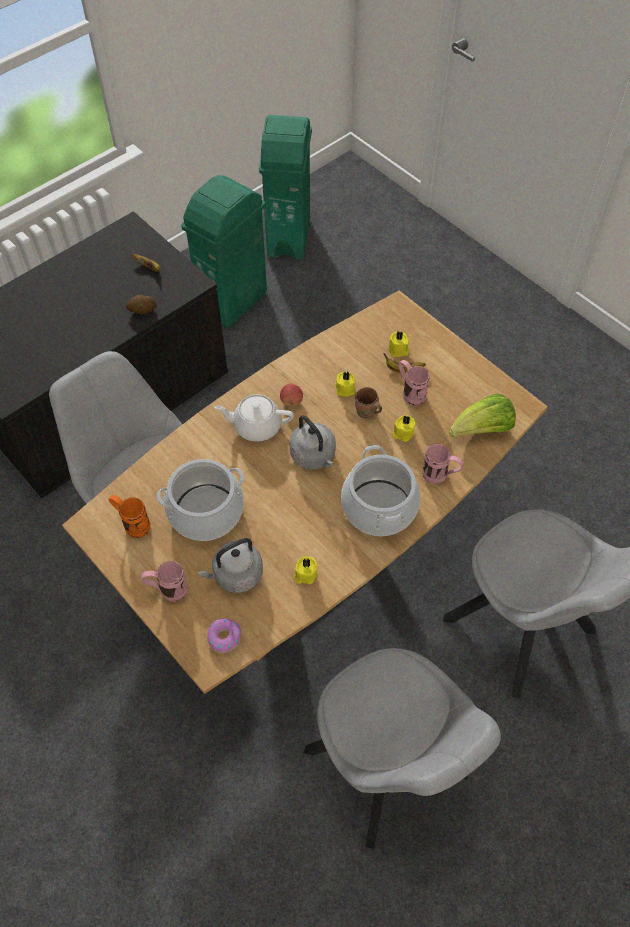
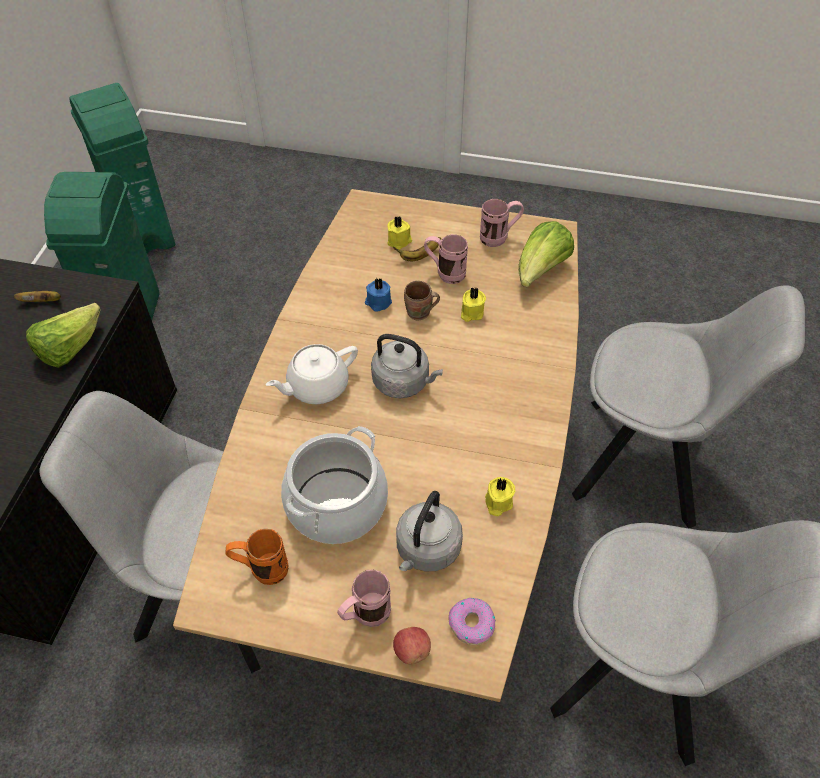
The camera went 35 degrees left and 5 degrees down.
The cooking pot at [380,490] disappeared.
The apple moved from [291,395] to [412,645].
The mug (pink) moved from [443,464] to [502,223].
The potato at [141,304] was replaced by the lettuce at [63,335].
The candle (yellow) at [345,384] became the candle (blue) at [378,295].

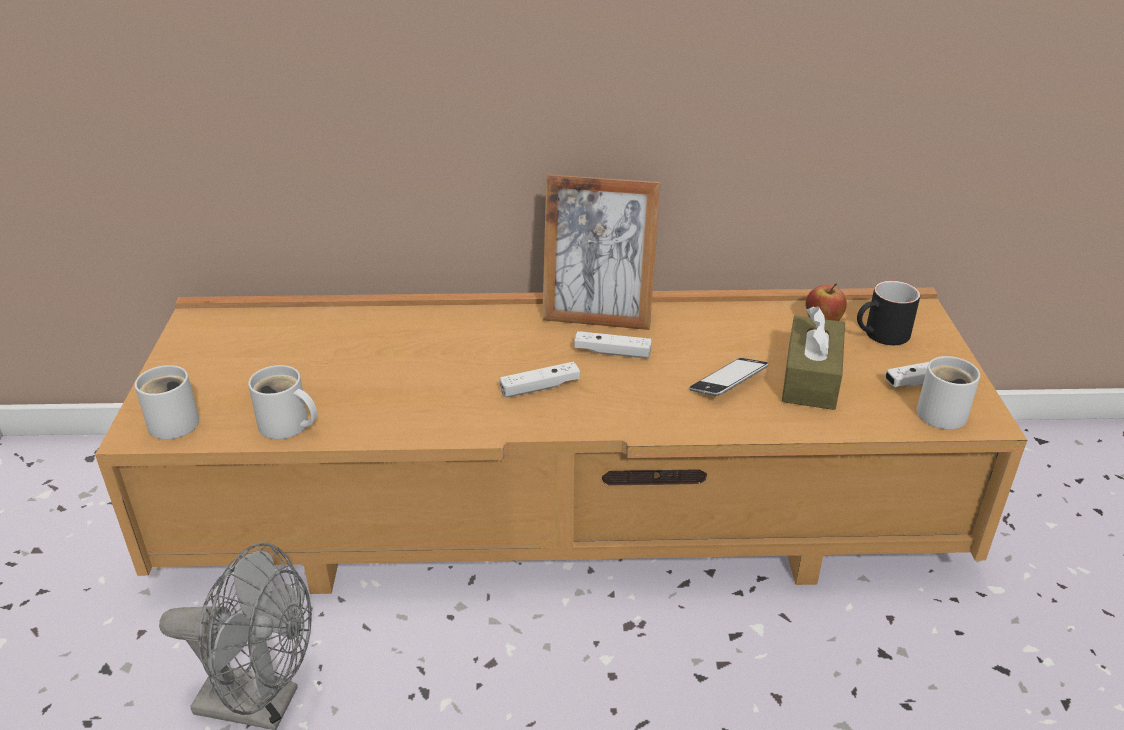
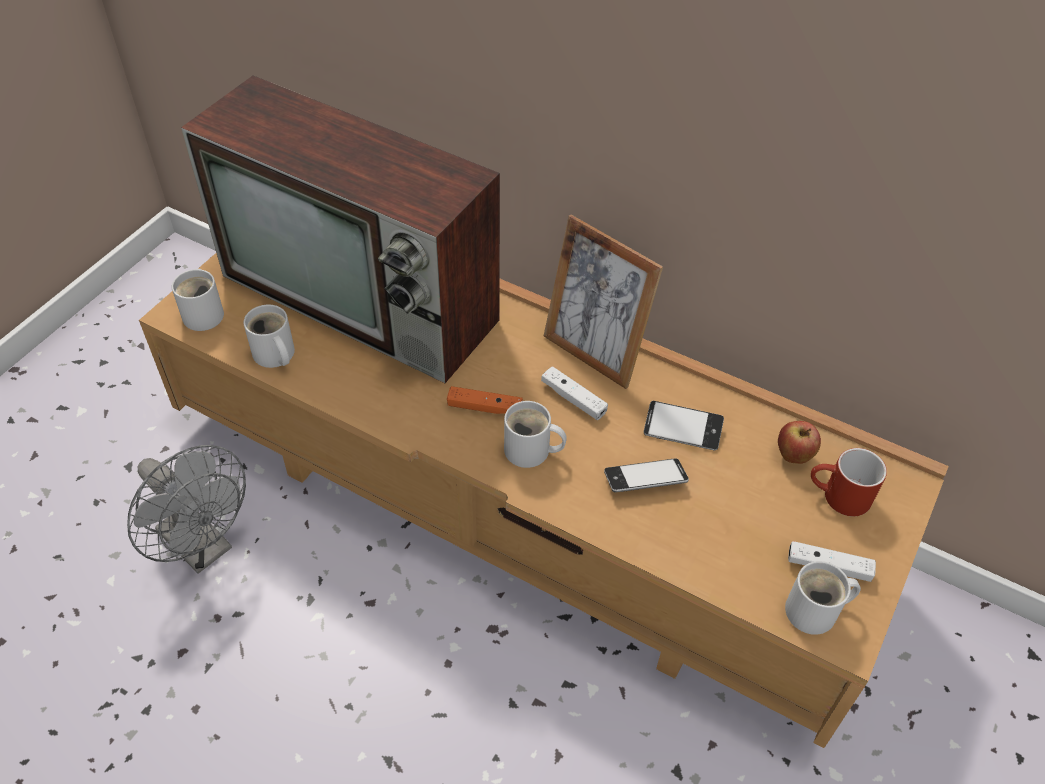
The camera went 30 degrees right and 15 degrees up.
The tissue box (brown) at [813,358] disappeared.
The television at [340,229] appeared.
The mug (white) at [535,434] appeared.
The phone at [684,425] appeared.
The game controller (white) at [540,380] became the game controller (orange) at [485,400].
The mug (black) at [888,313] became the mug (red) at [849,482].

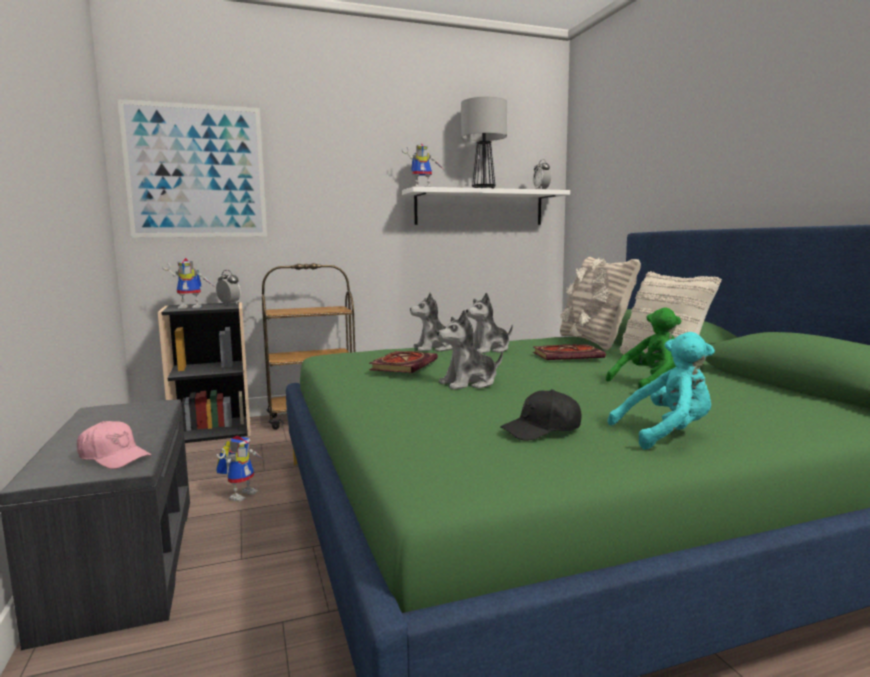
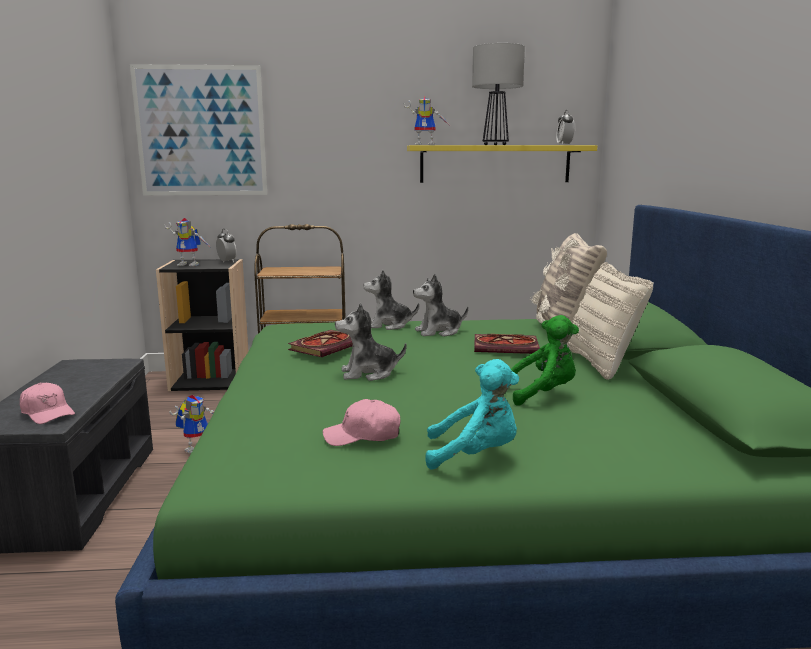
The camera went 15 degrees right and 5 degrees up.
The shelf (white) at [486,206] became the shelf (yellow) at [502,164].
The cap (black) at [541,415] became the cap (pink) at [361,422].

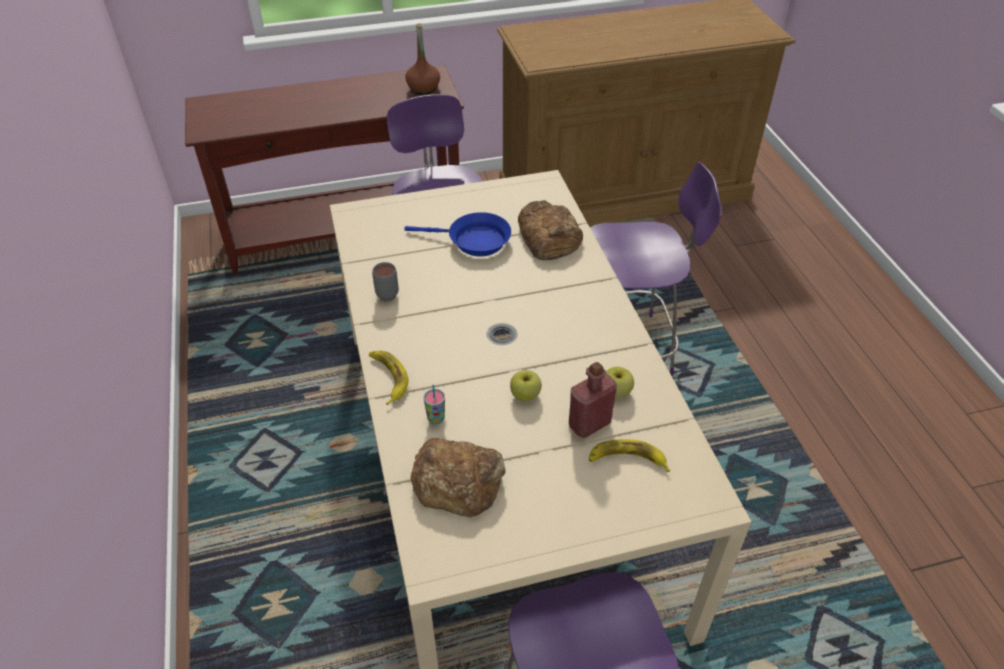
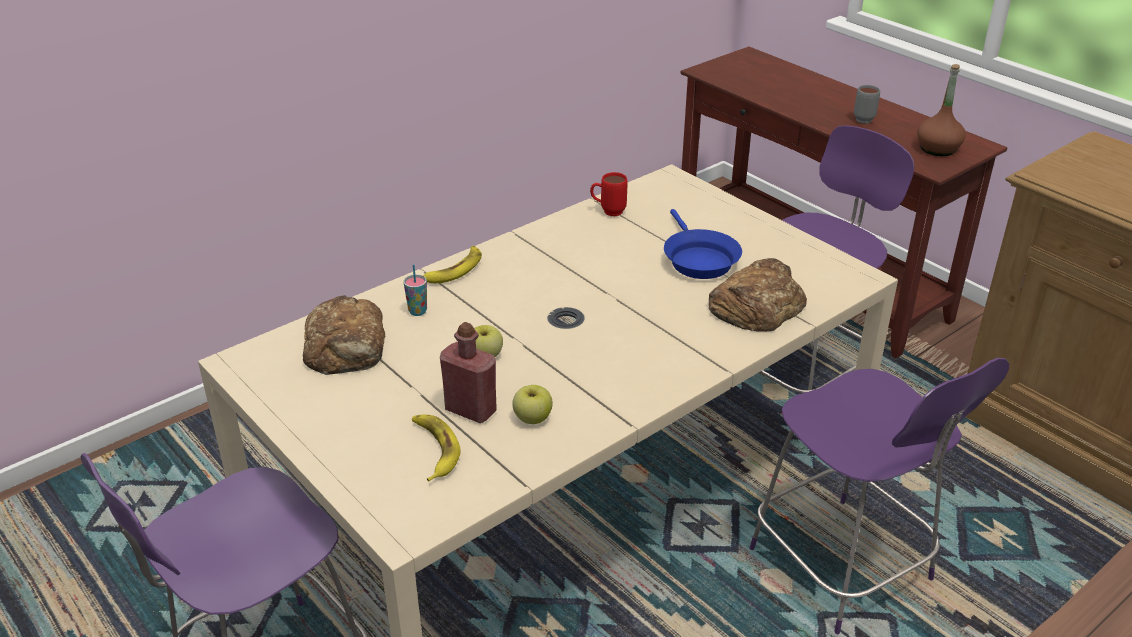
The camera went 65 degrees right and 10 degrees down.
The mug (red) at [608,194] appeared.
The mug (grey) moved from [385,282] to [867,104].

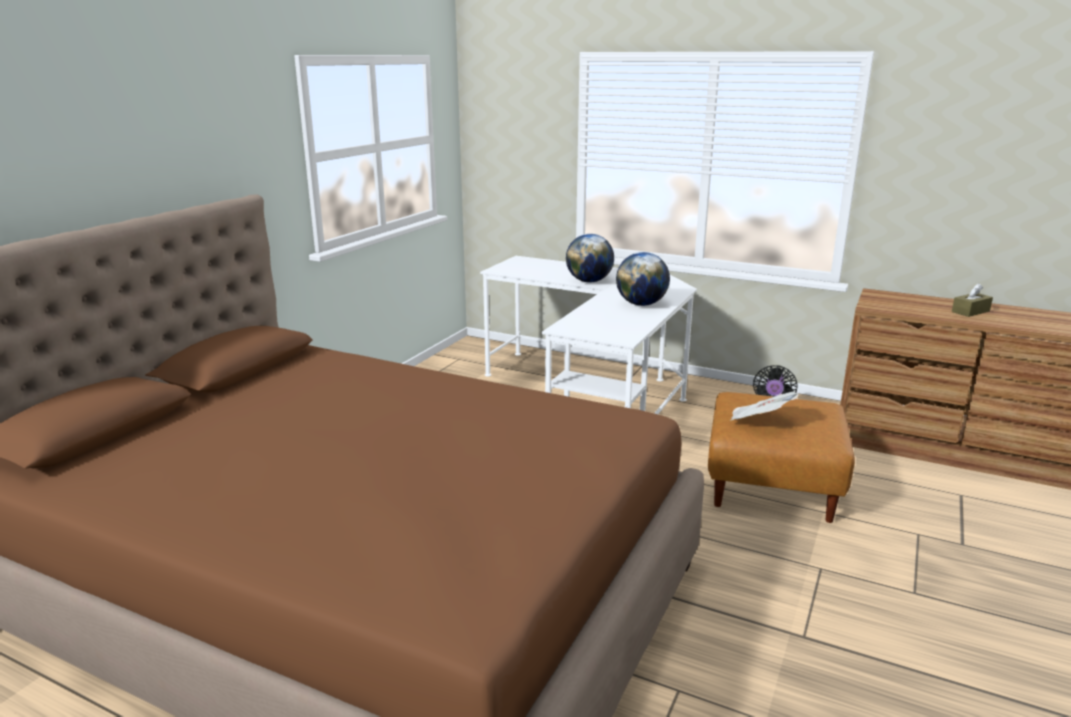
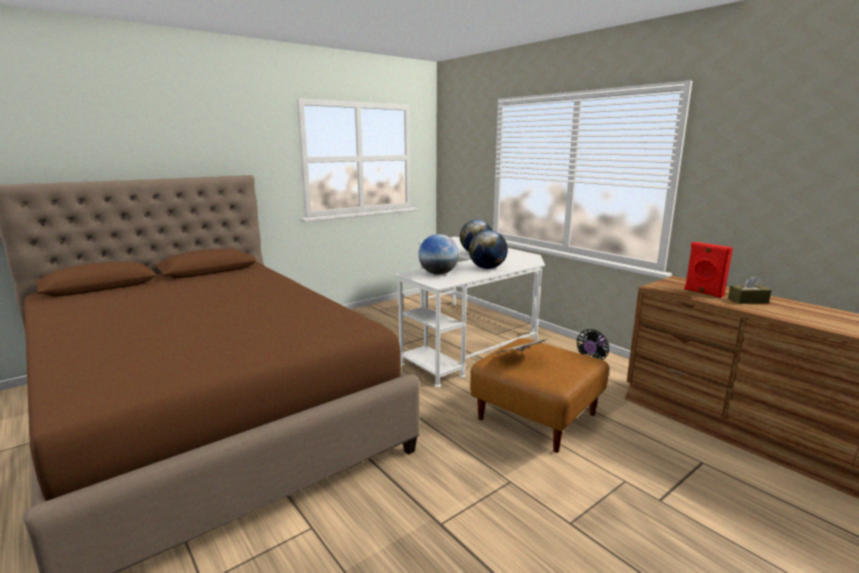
The camera went 25 degrees right and 5 degrees down.
The globe at [438,254] appeared.
The speaker (red) at [708,270] appeared.

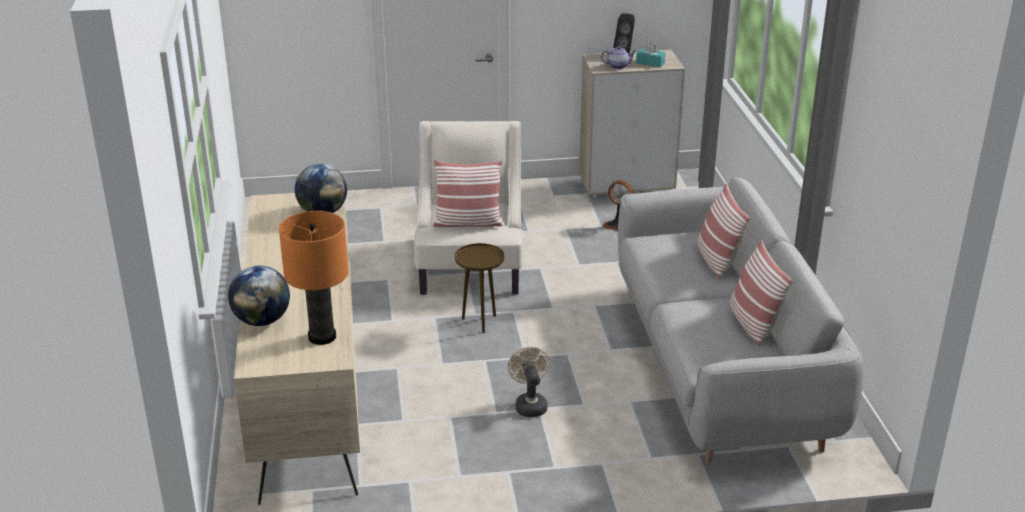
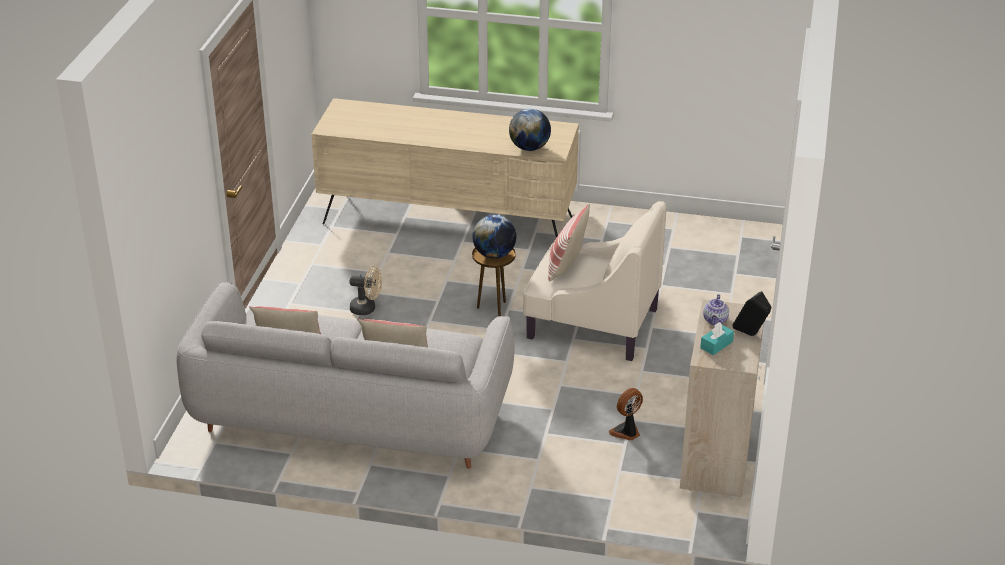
The camera went 110 degrees right and 5 degrees up.
The table lamp (orange) at [314,278] disappeared.
The globe moved from [259,296] to [494,237].

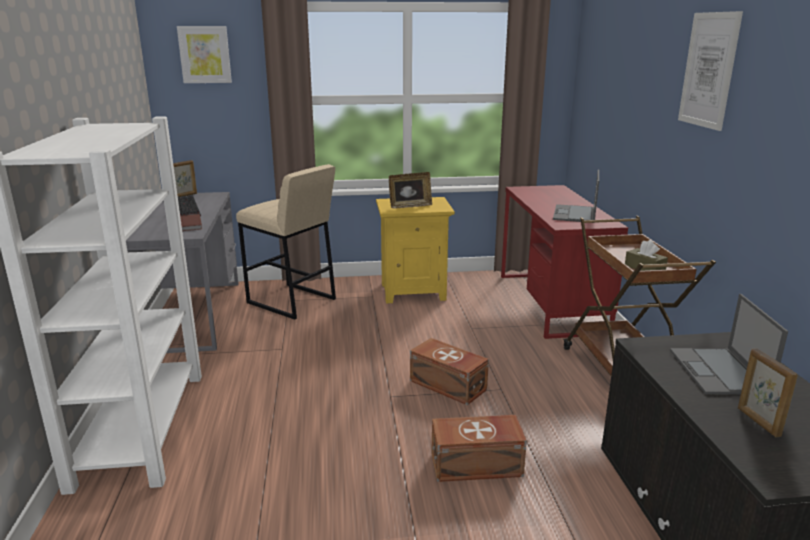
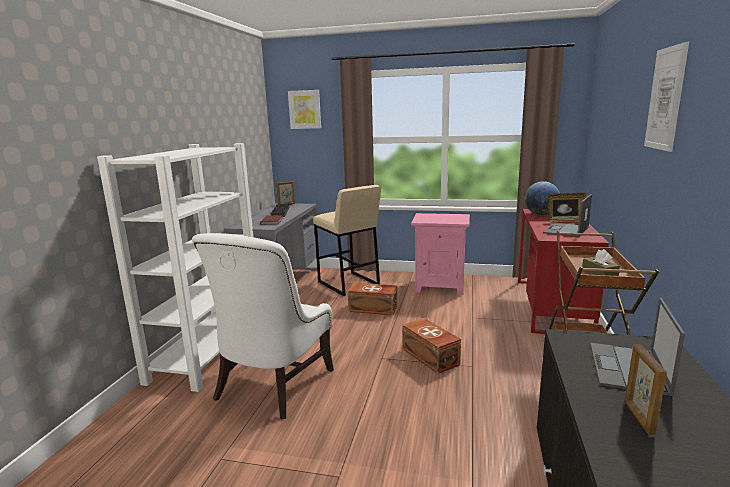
The camera went 20 degrees right and 5 degrees down.
The chair (white) at [263,326] appeared.
The globe at [542,198] appeared.
The picture frame moved from [410,190] to [567,207].
The storage box (brown) moved from [479,448] to [372,299].
The nightstand (yellow) at [415,250] became the nightstand (pink) at [440,254].

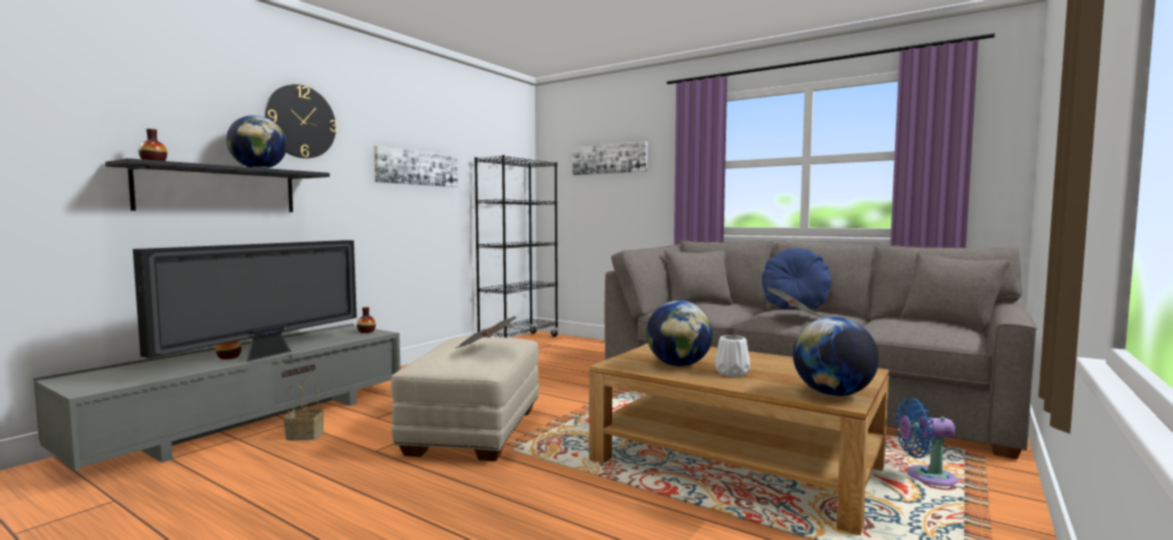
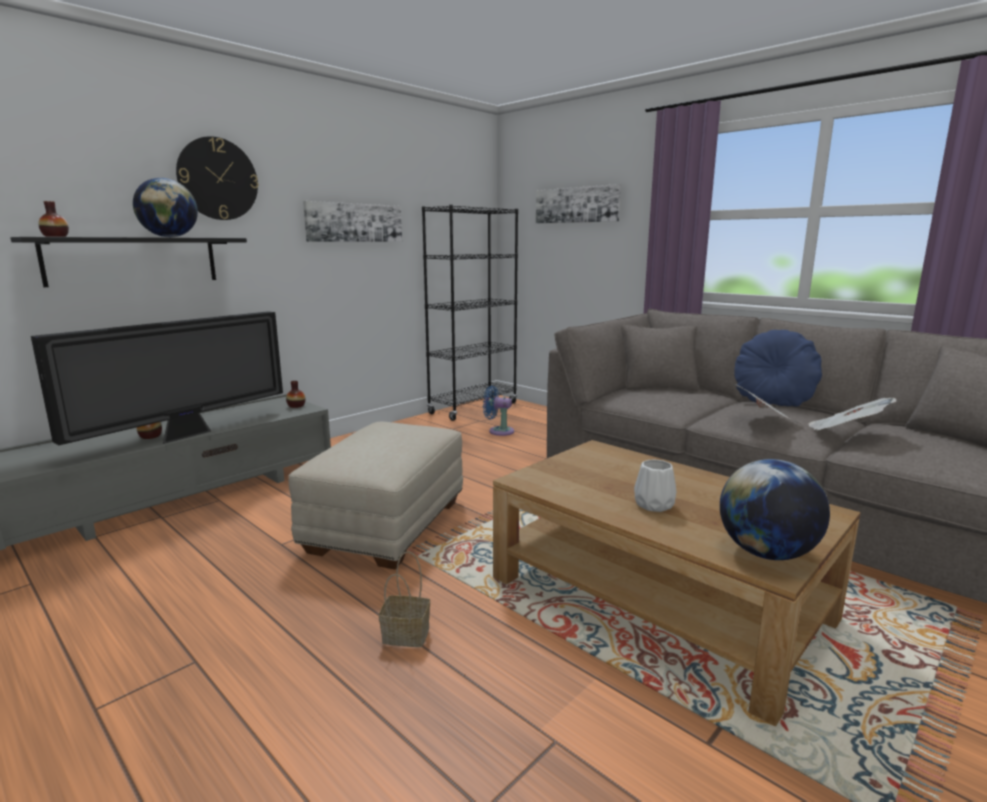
The camera went 10 degrees right and 10 degrees up.
The globe at [679,333] disappeared.
The basket moved from [303,408] to [404,599].
The newspaper moved from [486,332] to [852,414].
The fan (blue) moved from [926,442] to [498,411].

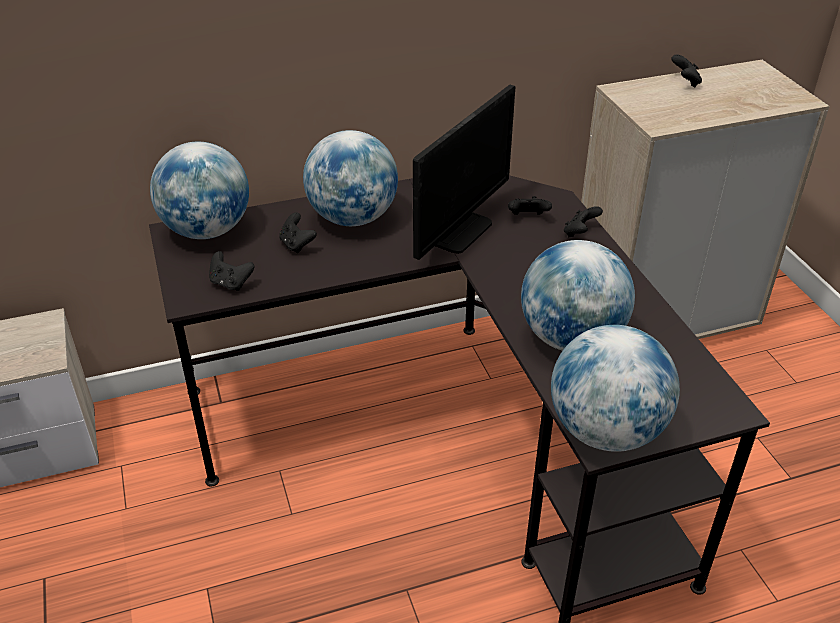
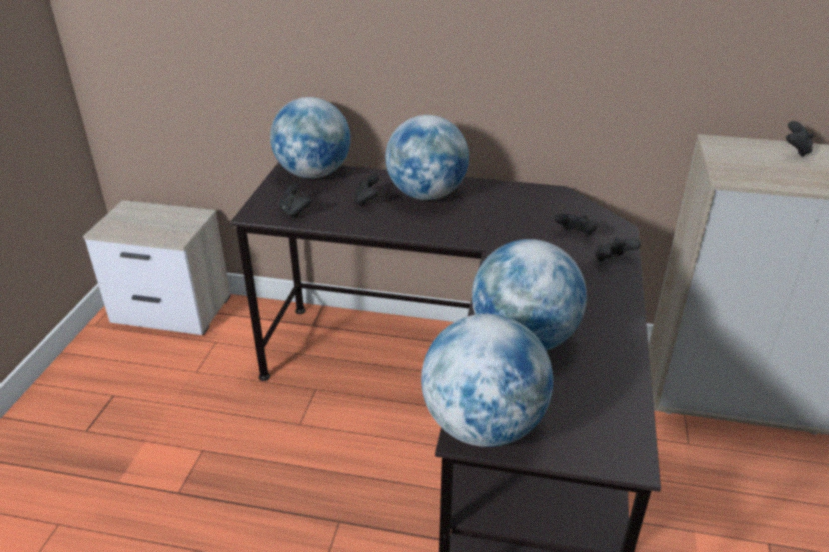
The camera went 30 degrees right and 5 degrees down.
The monitor at [464,172] disappeared.

